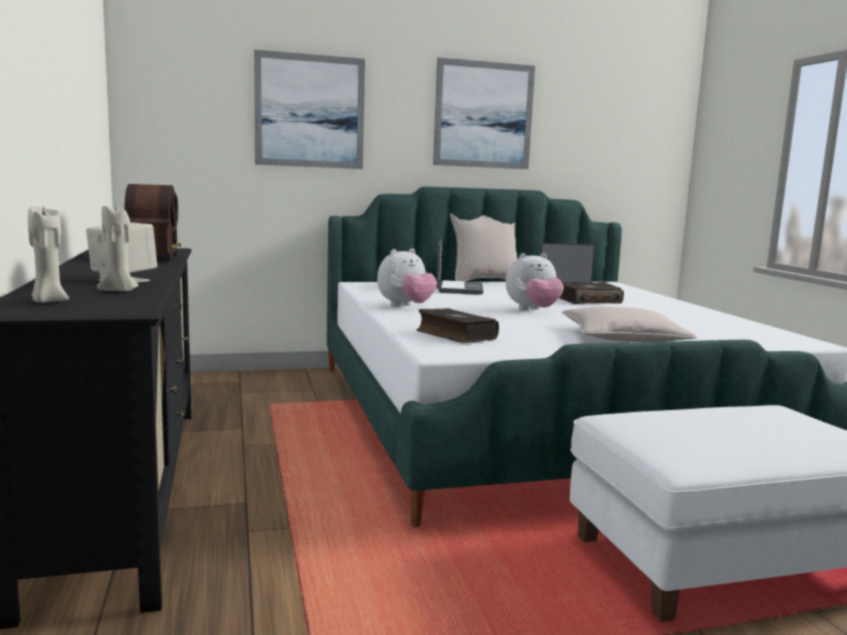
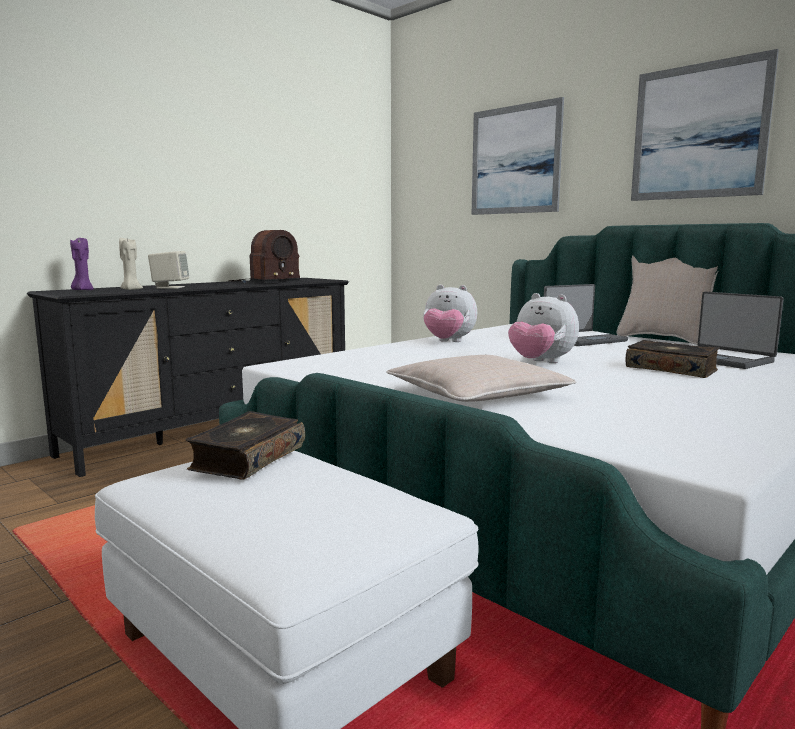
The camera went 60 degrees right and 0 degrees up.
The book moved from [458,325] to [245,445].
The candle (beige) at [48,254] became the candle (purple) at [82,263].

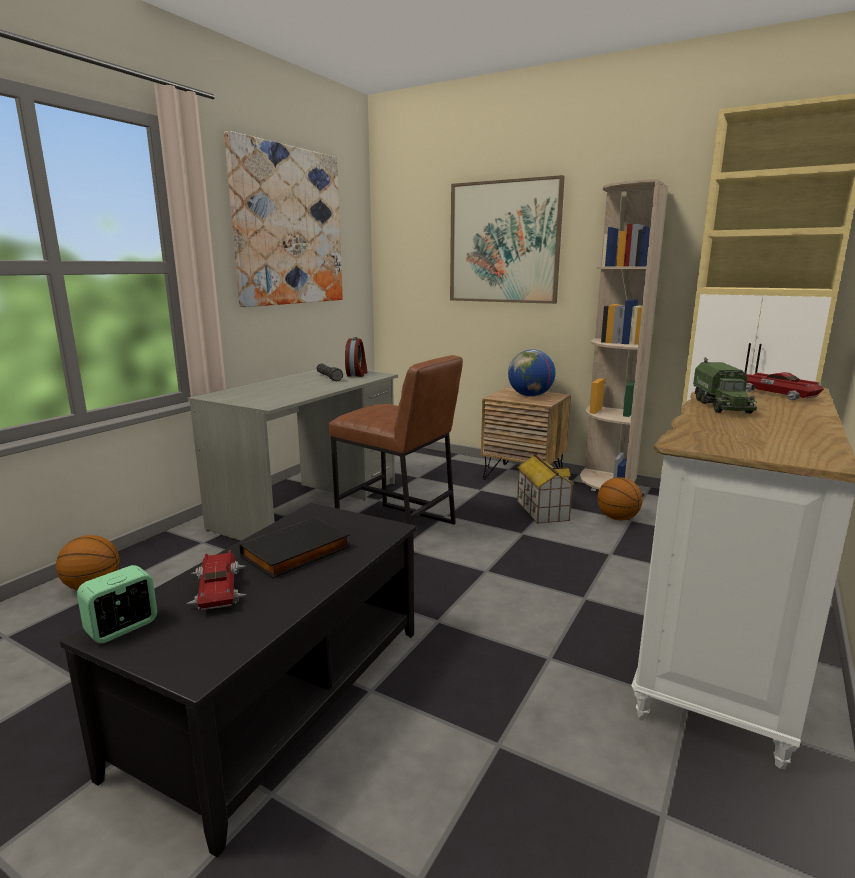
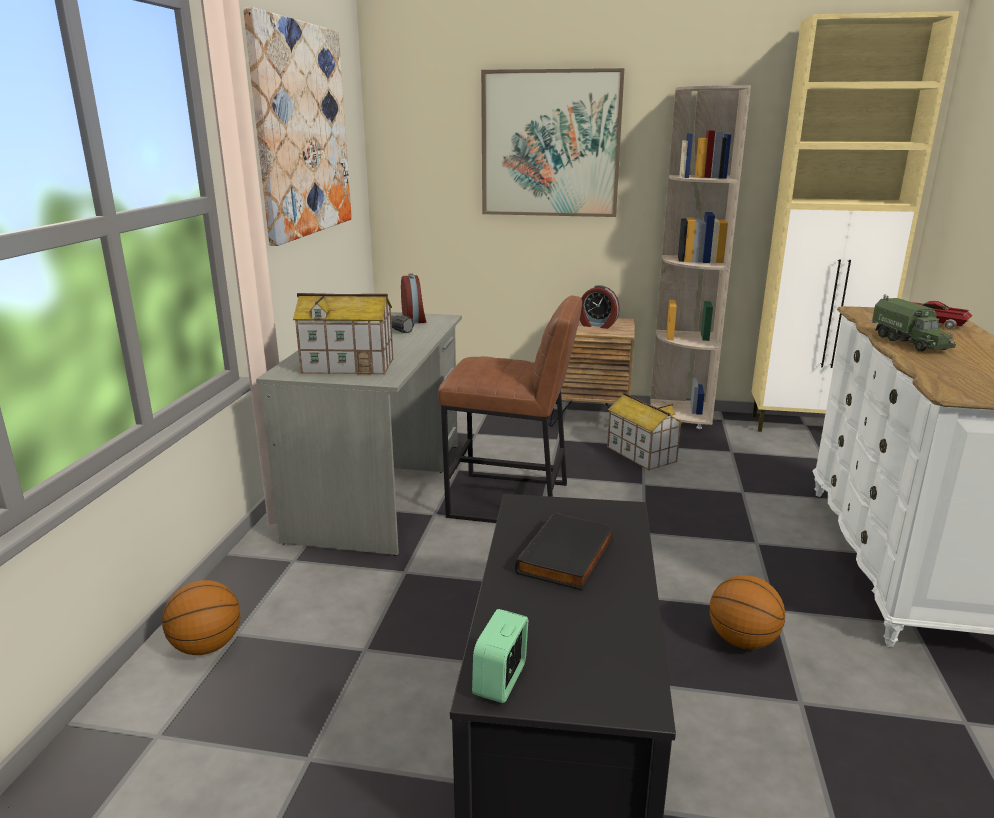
The camera went 20 degrees left and 5 degrees up.
The toy car at [216,580] disappeared.
The toy house at [343,334] appeared.
The basketball moved from [620,498] to [747,612].
The globe at [531,373] was replaced by the alarm clock at [599,307].

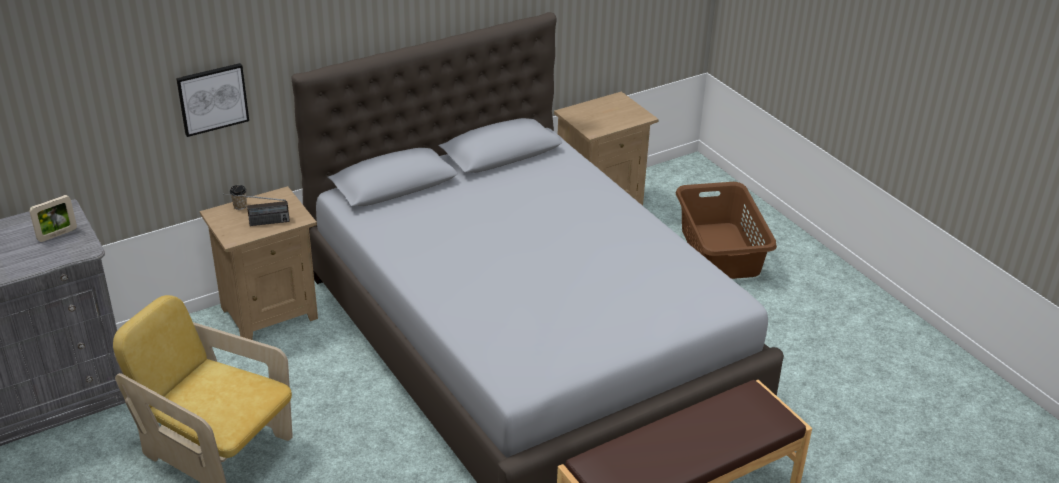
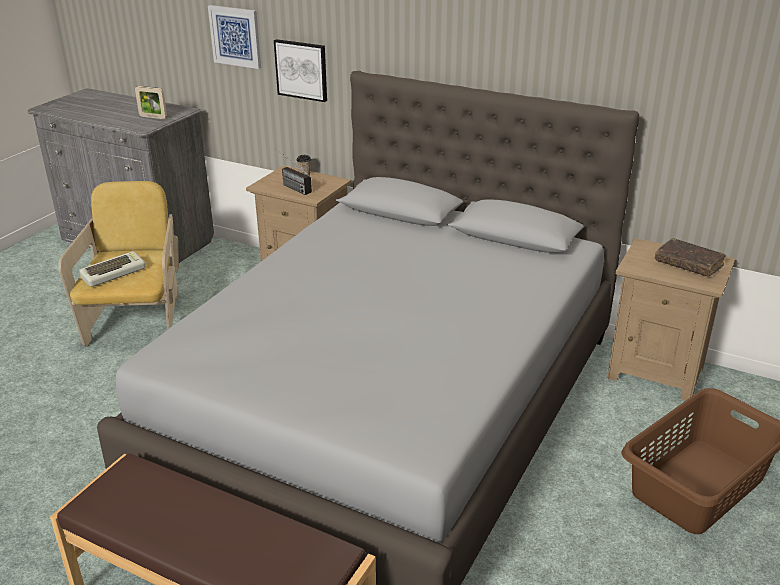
The camera went 60 degrees right and 5 degrees down.
The keyboard at [112,269] appeared.
The picture at [234,37] appeared.
The book (brown) at [690,257] appeared.

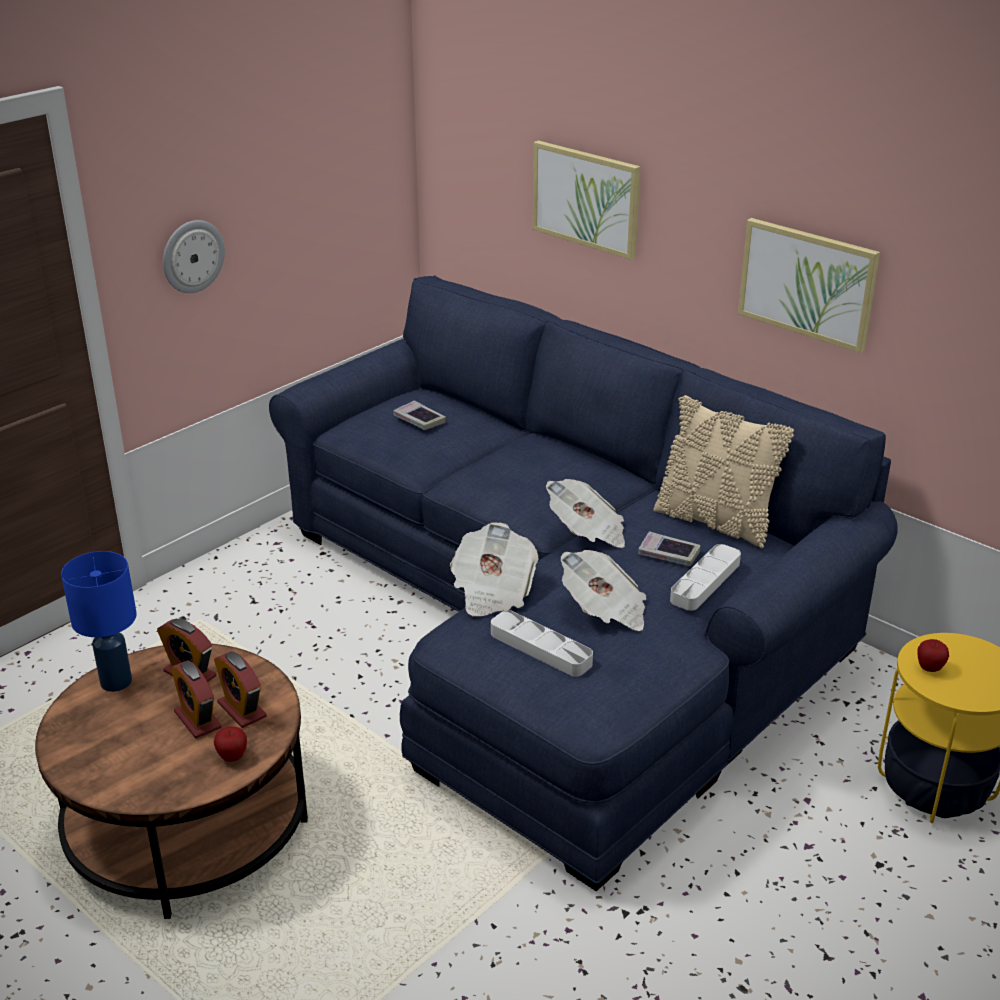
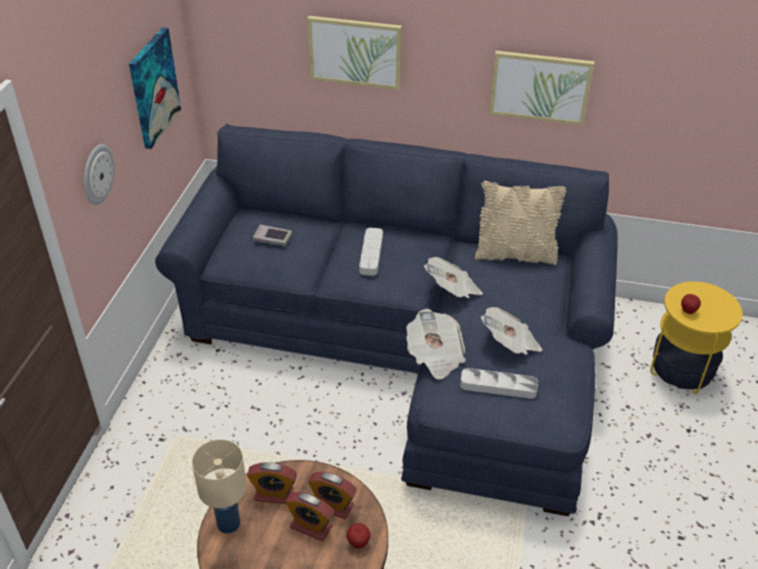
The camera went 30 degrees left and 10 degrees up.
The book at [669,548] disappeared.
The picture at [155,88] appeared.
The tray (grey) moved from [705,577] to [371,252].
The table lamp (blue) at [99,621] became the table lamp (beige) at [219,486].

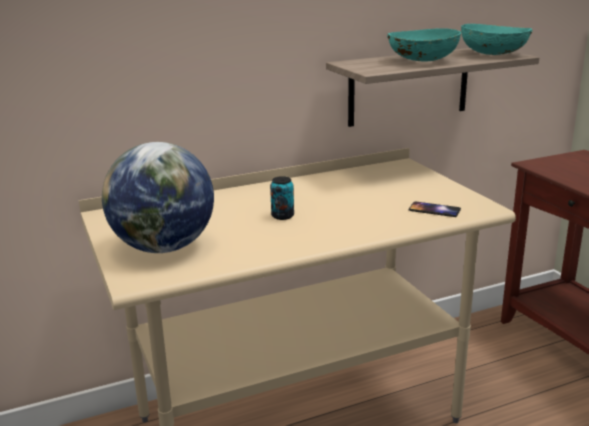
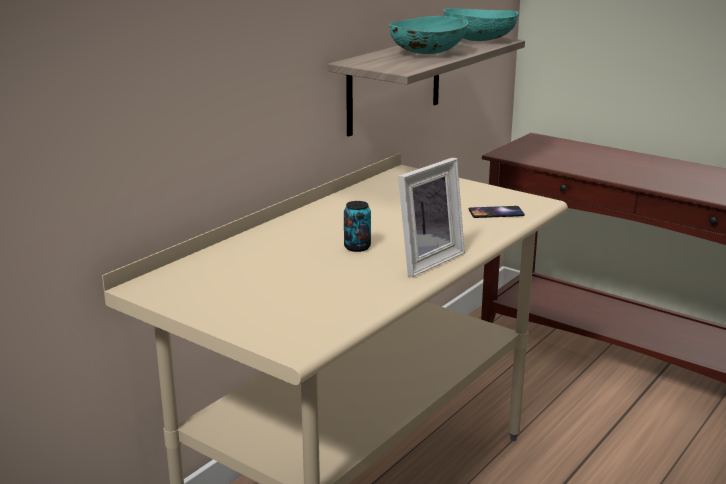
The camera went 30 degrees left and 0 degrees up.
The globe at [158,197] disappeared.
The picture frame at [431,217] appeared.

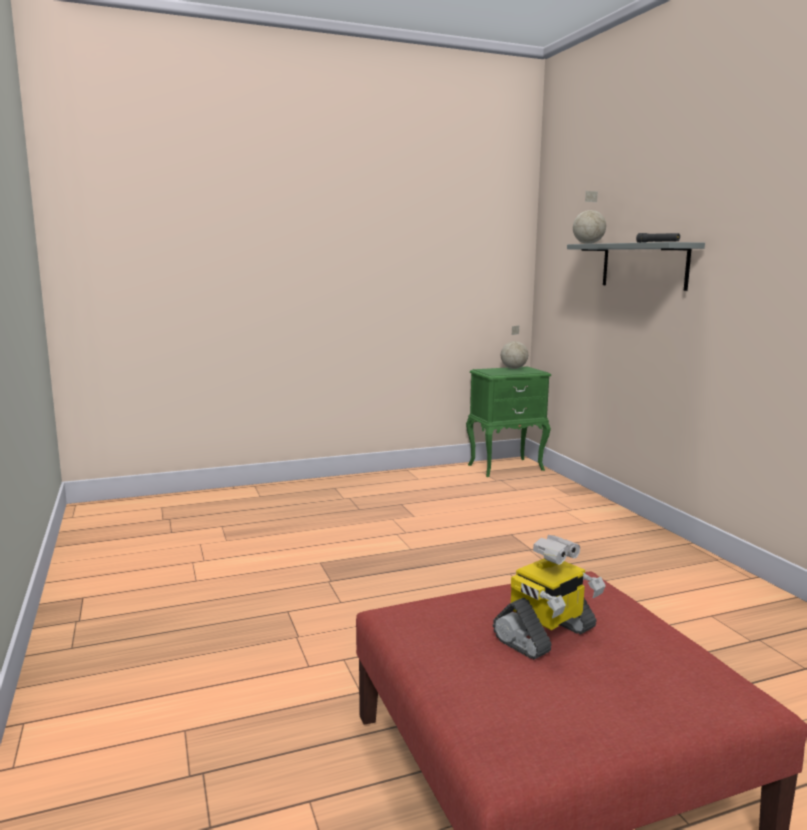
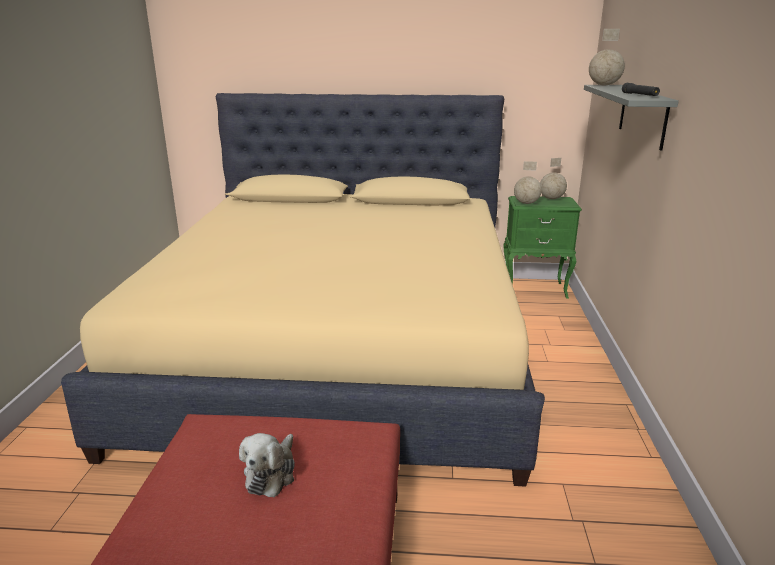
The camera went 25 degrees right and 10 degrees up.
The bed (beige) at [303,290] appeared.
The globe at [528,182] appeared.
The toy robot at [549,597] was replaced by the plush toy at [267,465].

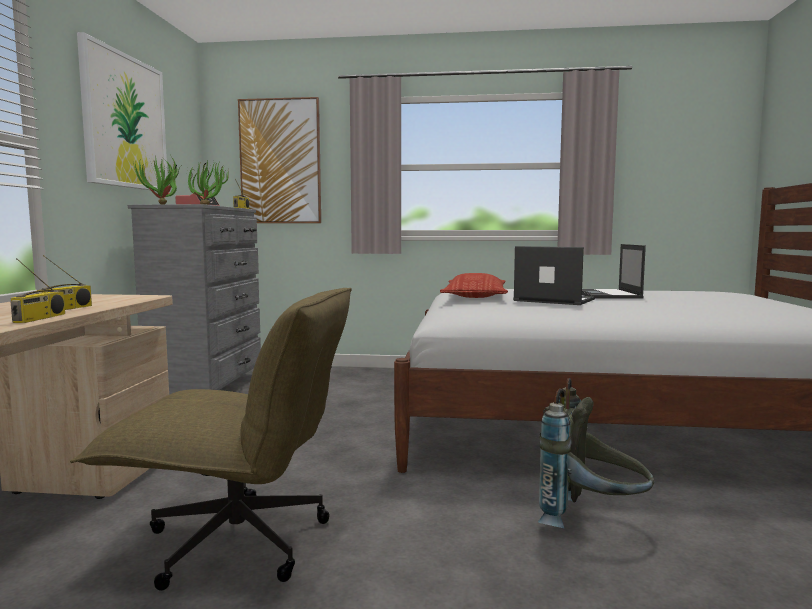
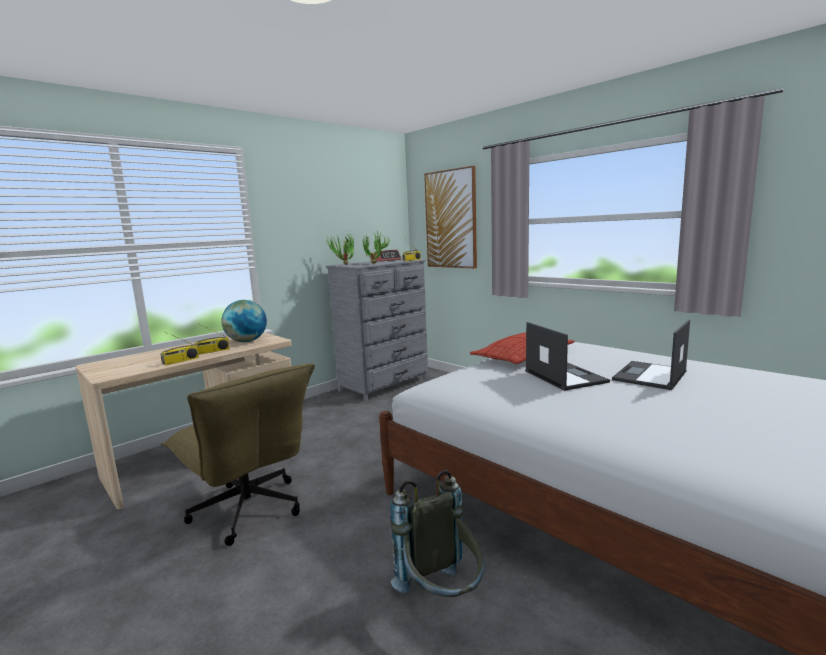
The camera went 40 degrees right and 5 degrees up.
The picture at [122,111] disappeared.
The globe at [244,321] appeared.

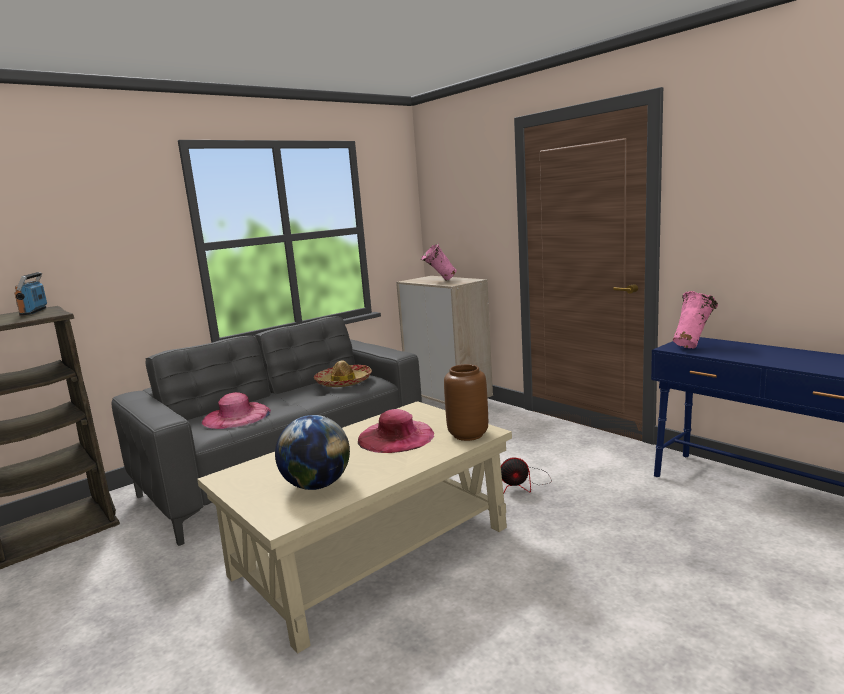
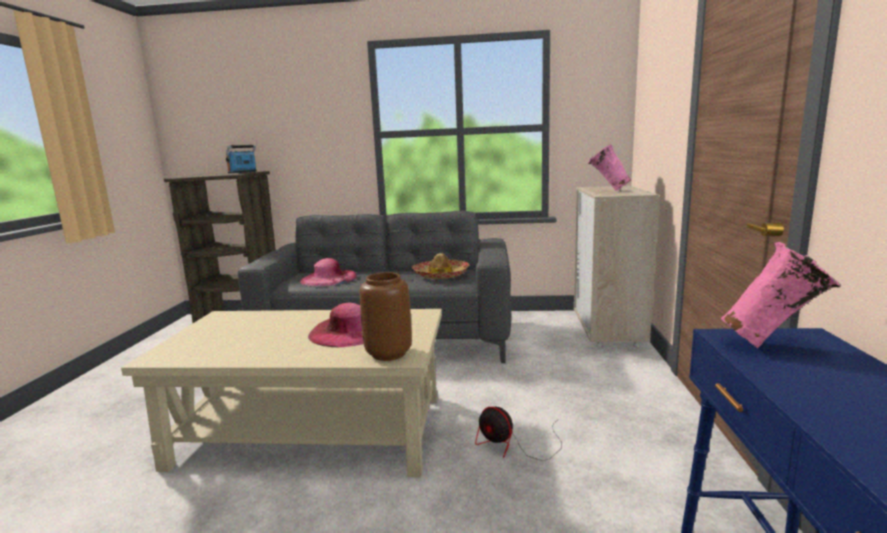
The camera went 45 degrees right and 0 degrees up.
The globe at [312,452] disappeared.

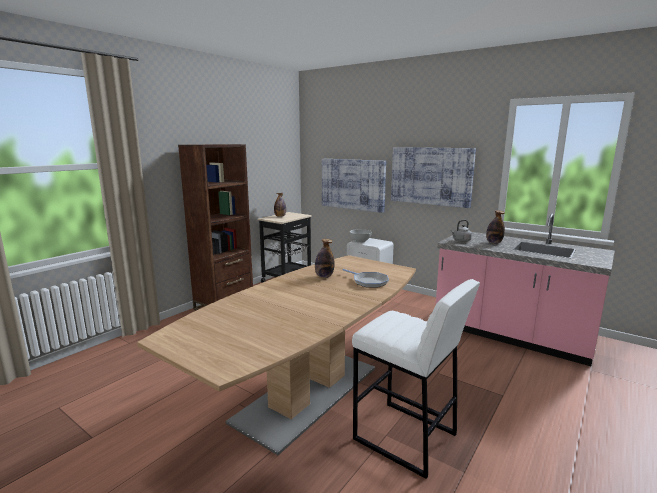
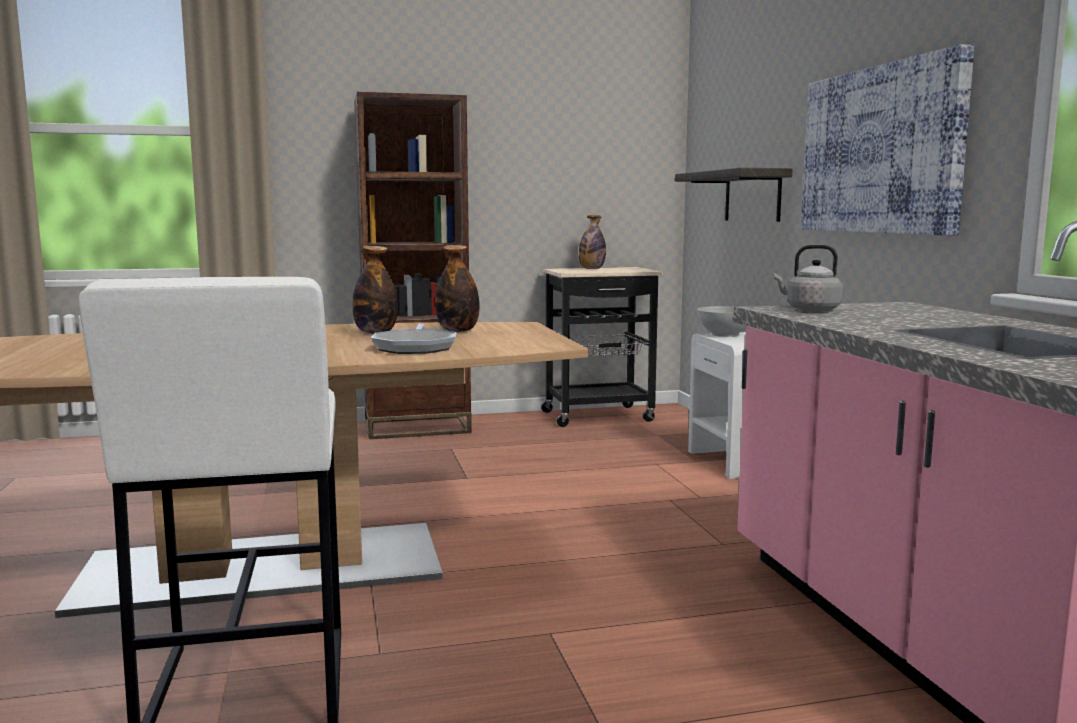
The camera went 40 degrees right and 5 degrees down.
The bottle moved from [495,227] to [457,288].
The picture at [354,186] was replaced by the shelf at [733,195].

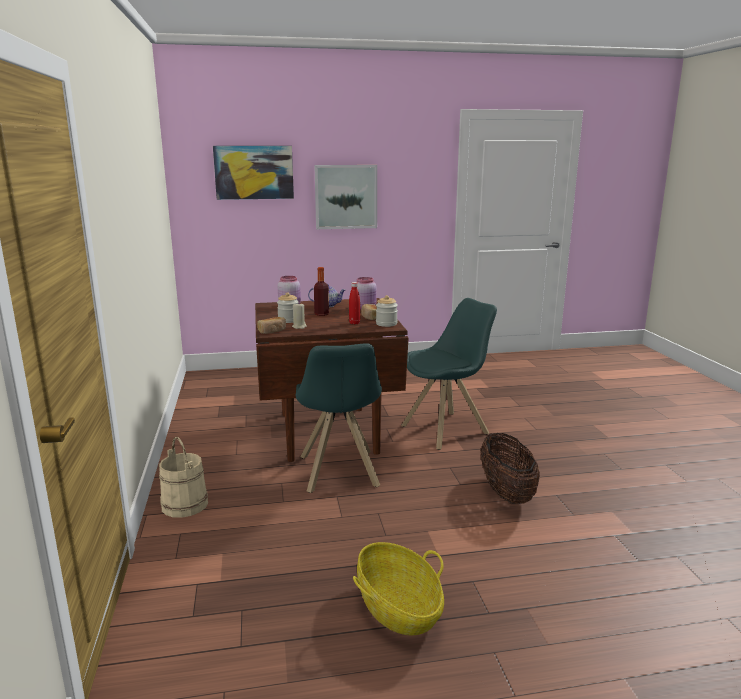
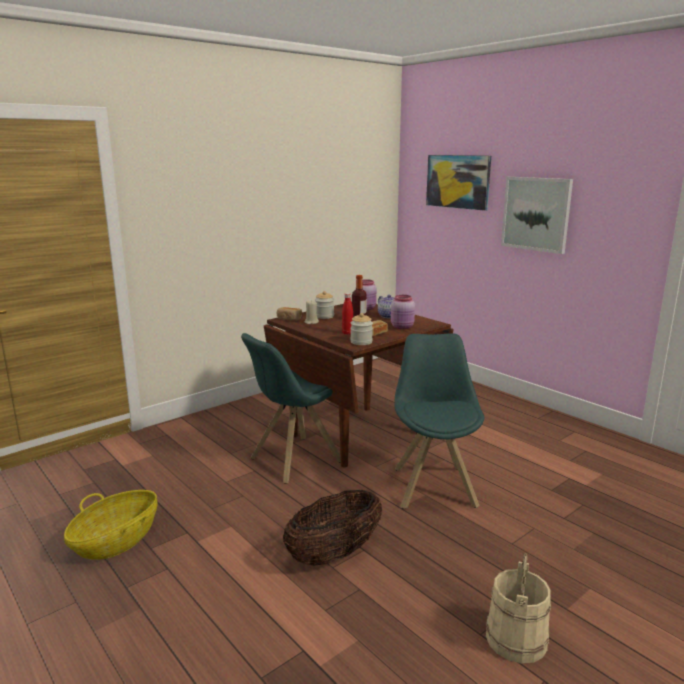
The camera went 60 degrees right and 0 degrees up.
The bucket (beige) moved from [183,477] to [518,608].
The chair (turquoise) at [449,374] turned 120 degrees counterclockwise.

